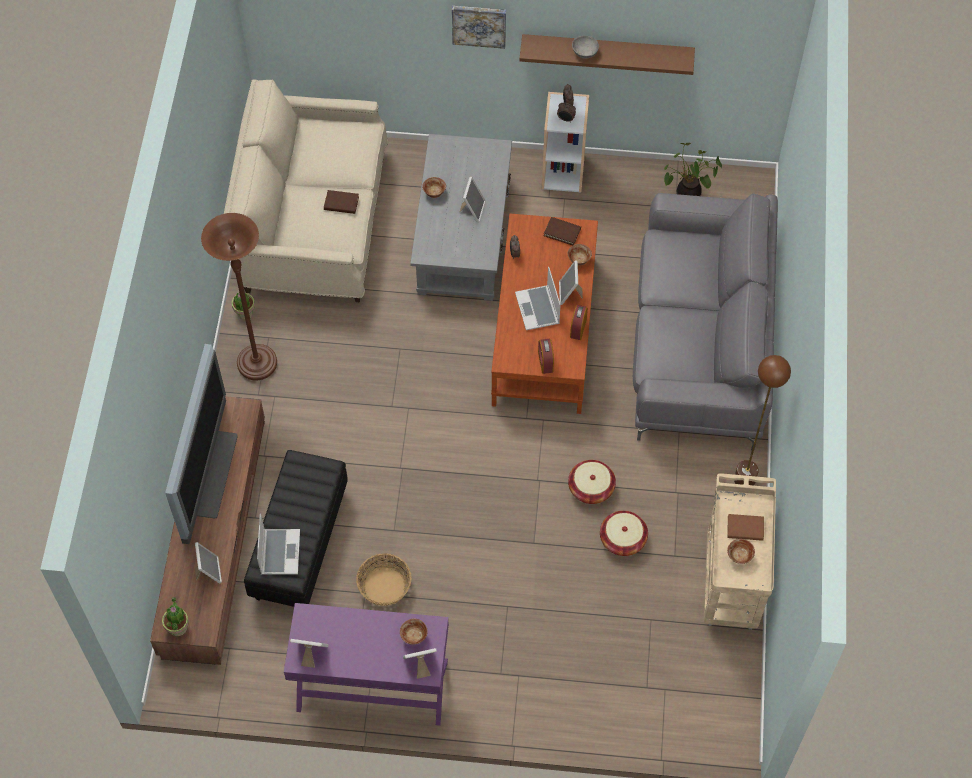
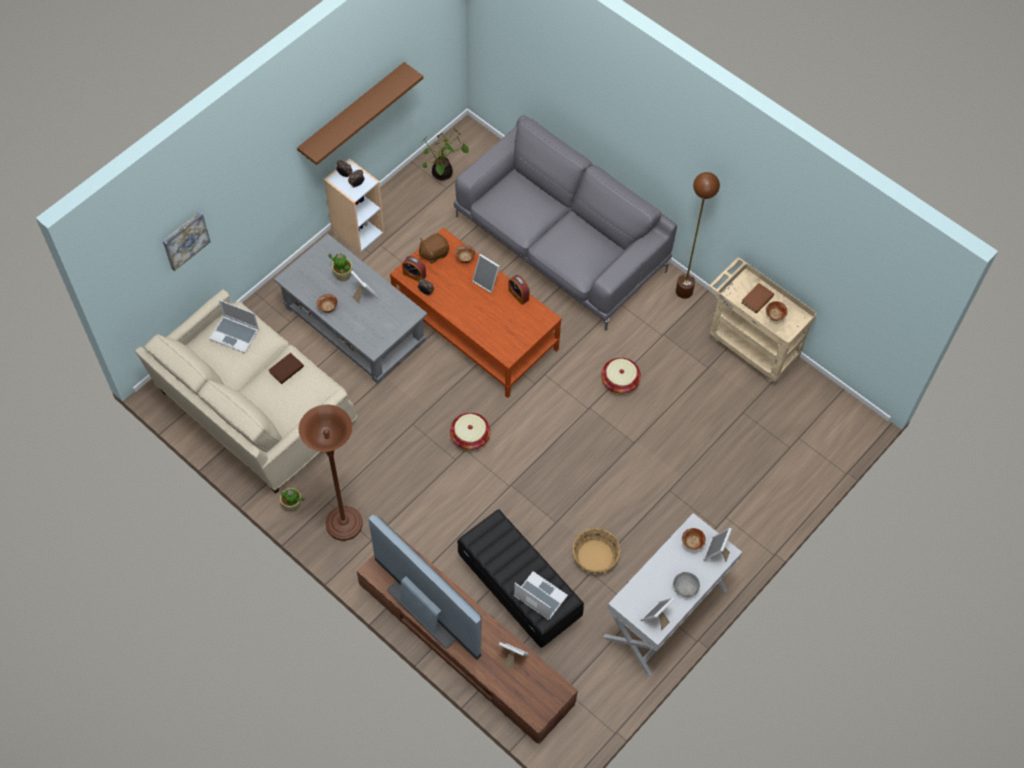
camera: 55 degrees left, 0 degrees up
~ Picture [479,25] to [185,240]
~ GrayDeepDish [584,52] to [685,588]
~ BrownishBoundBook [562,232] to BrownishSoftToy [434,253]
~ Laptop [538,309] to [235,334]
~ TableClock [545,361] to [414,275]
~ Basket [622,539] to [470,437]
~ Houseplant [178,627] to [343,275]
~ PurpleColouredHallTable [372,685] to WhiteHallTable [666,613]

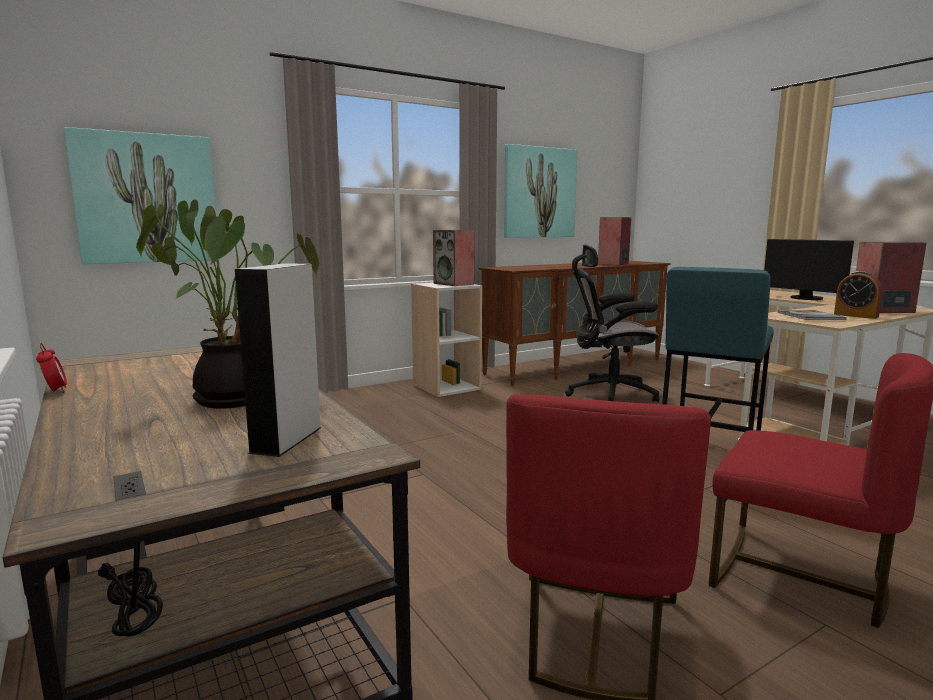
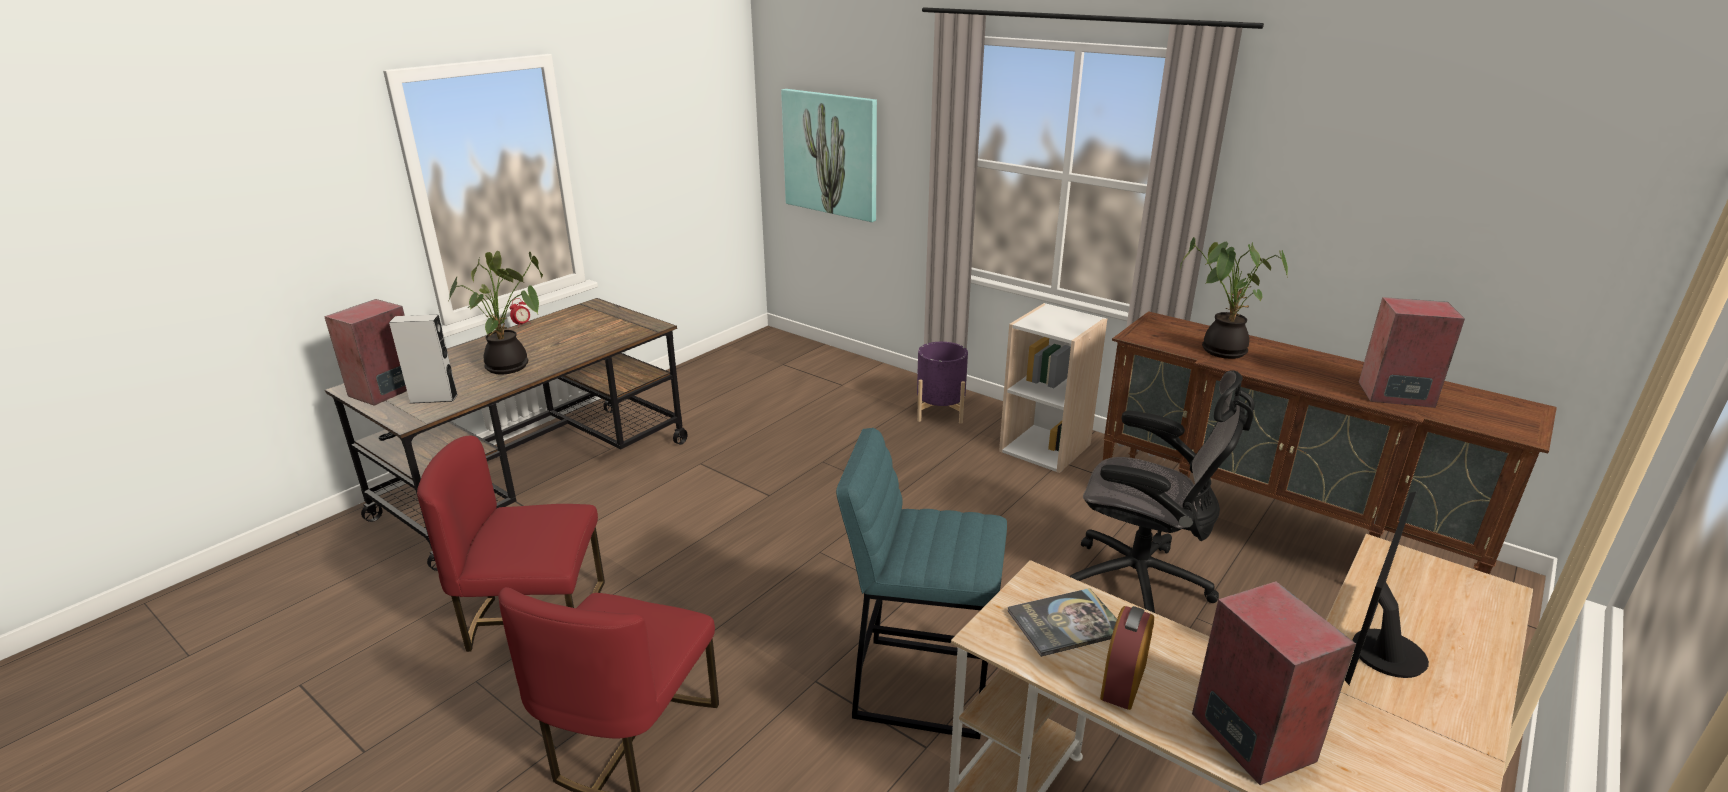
camera: 70 degrees right, 15 degrees up
- Picture [539,193]
~ Speaker [454,284] to [385,390]
~ OfficeChair [611,395] = [1138,582] 135 degrees clockwise
+ Houseplant [1221,349]
+ PurpleColouredPlanter [940,412]

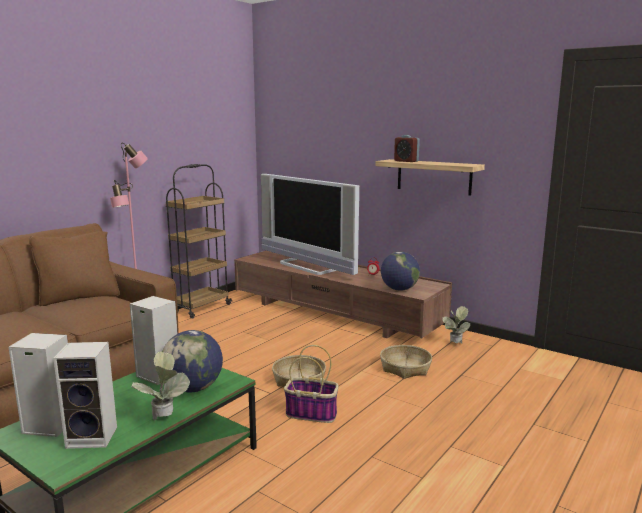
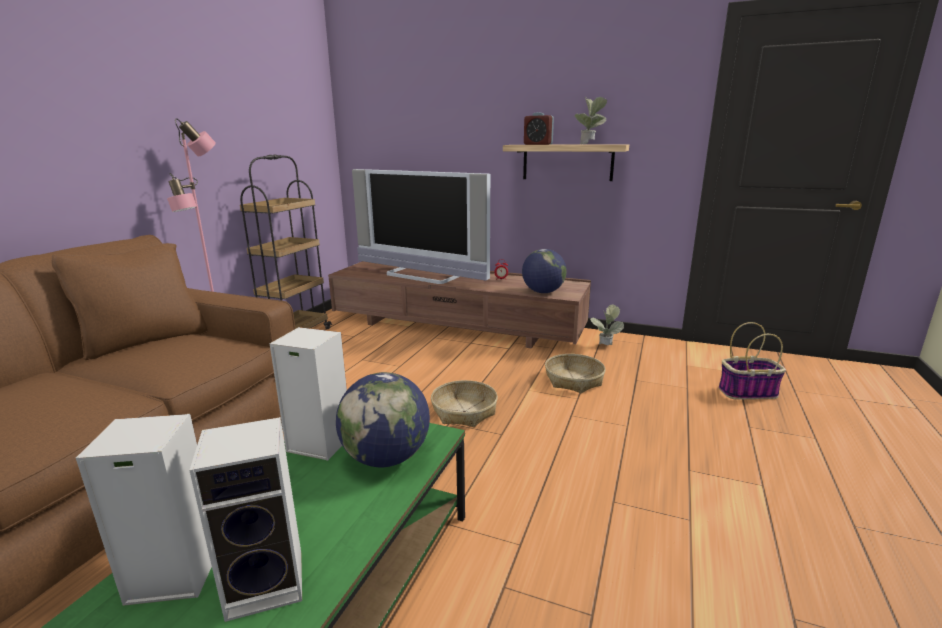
camera: 15 degrees left, 5 degrees up
~ Basket [312,413] to [748,392]
~ Houseplant [164,420] to [590,144]

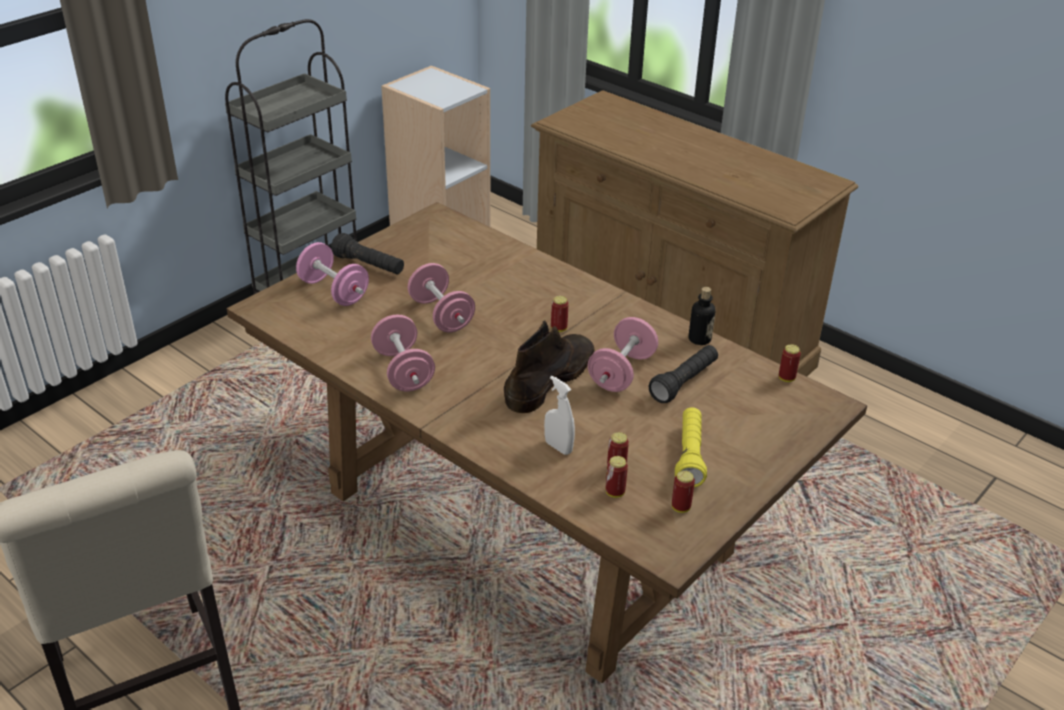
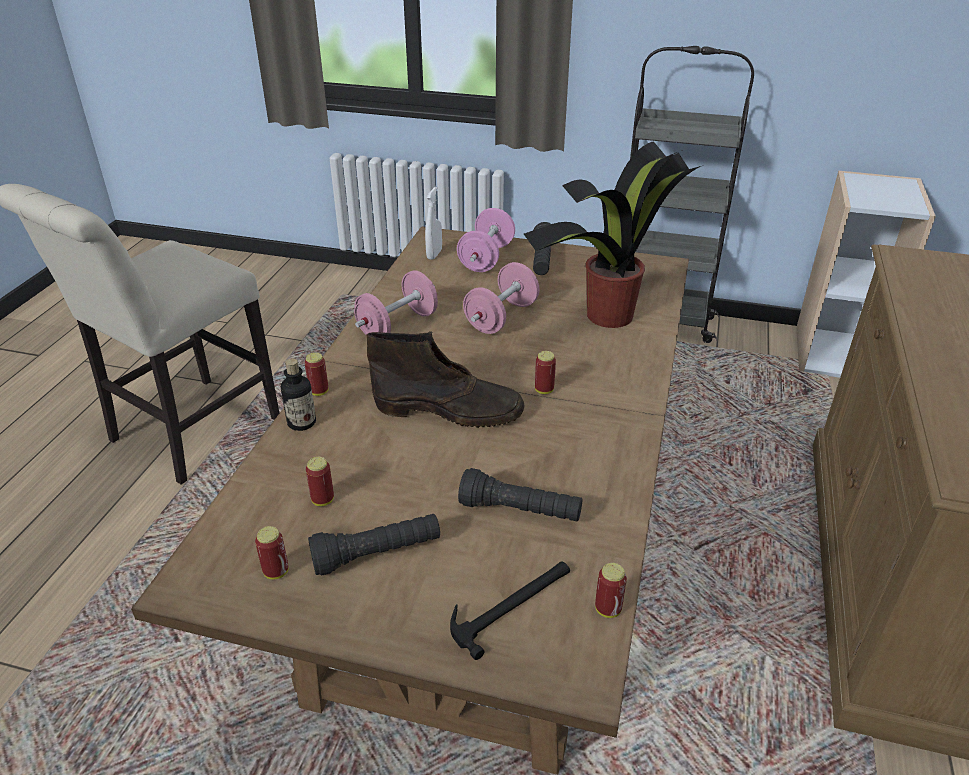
camera: 65 degrees right, 0 degrees up
~ BeverageBottle [699,339] to [301,422]
- PinkDumbbell [621,372]
~ WhiteSprayer [558,447] to [434,254]
~ YellowishHandTorch [689,456] to BlackColouredHandTorch [377,554]
~ Can [615,493] to [319,391]
+ Houseplant [607,316]
+ HandHammer [512,604]

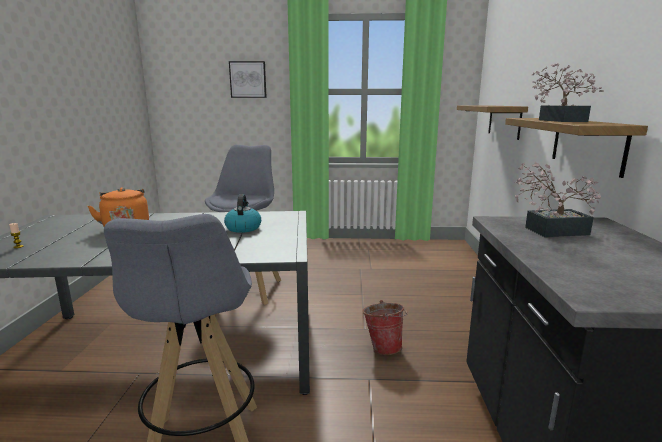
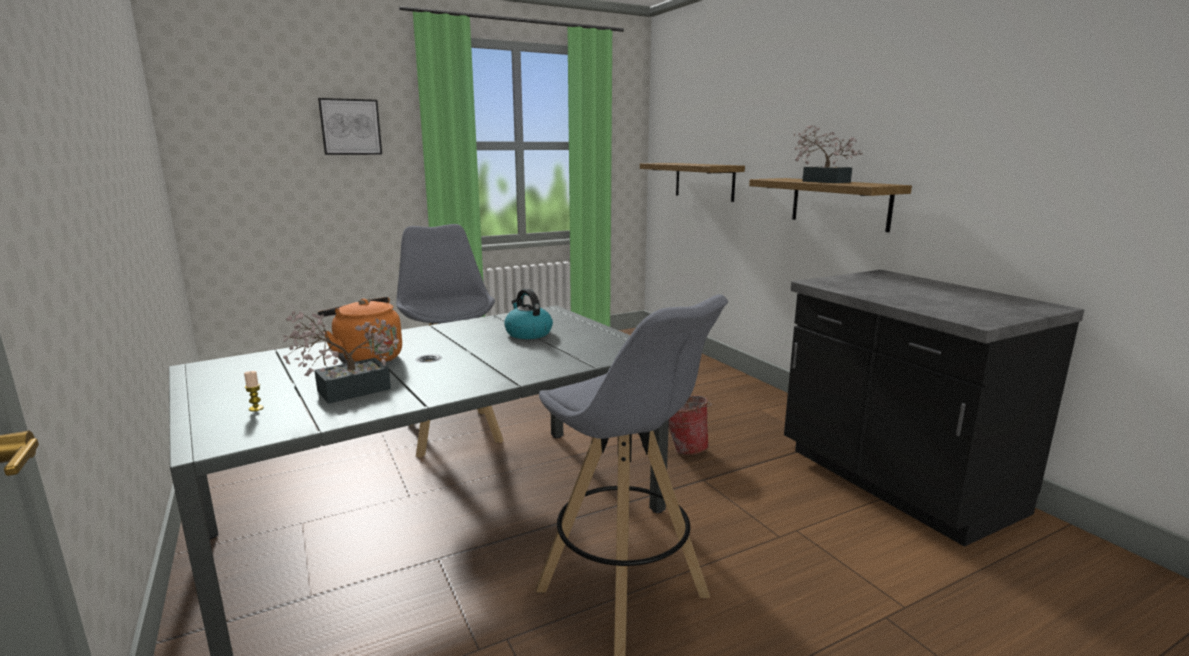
camera: 30 degrees left, 0 degrees up
~ Houseplant [550,231] to [345,391]

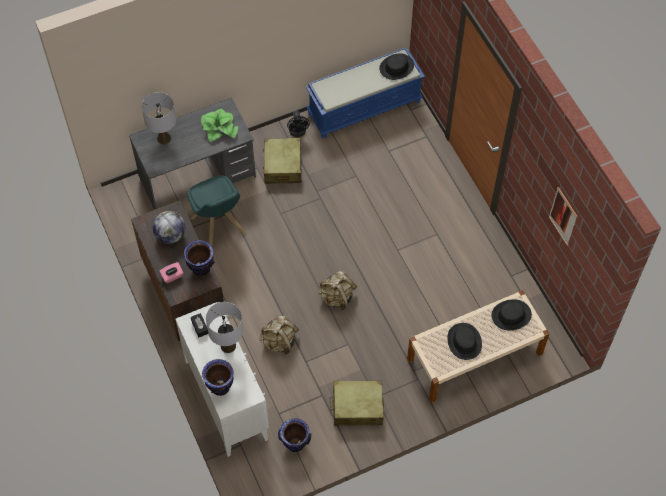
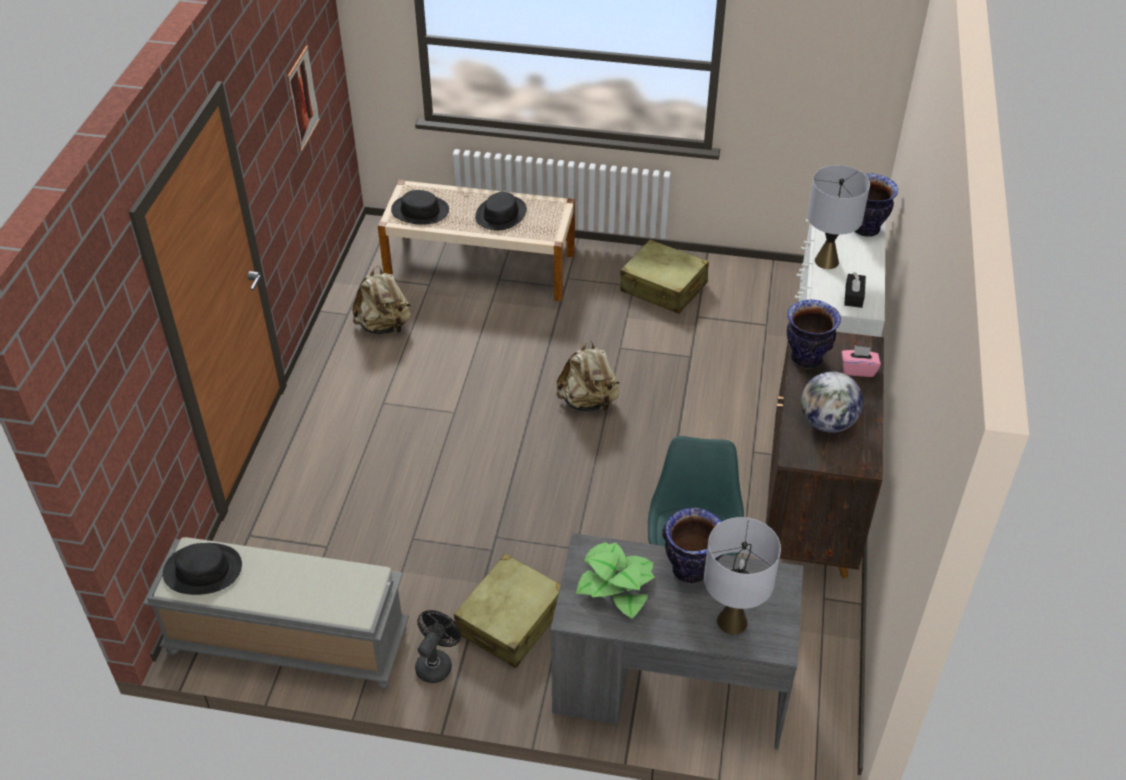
camera: 145 degrees left, 15 degrees down
~ BluishBench [364,106] to GrayBench [286,642]
~ BeigeColouredBackpack [279,341] to [384,326]
~ Vase [295,443] to [689,571]

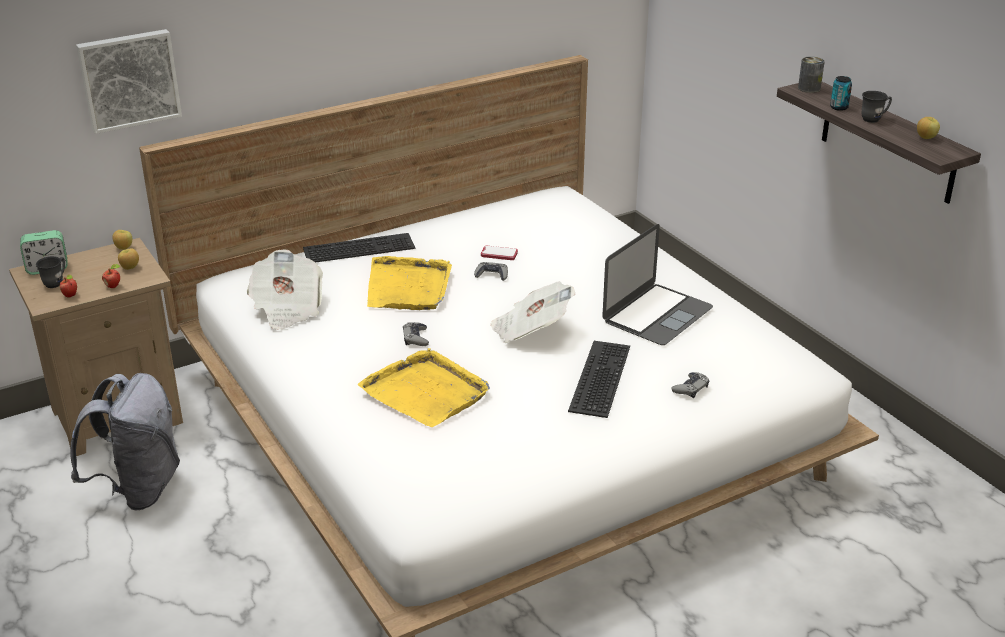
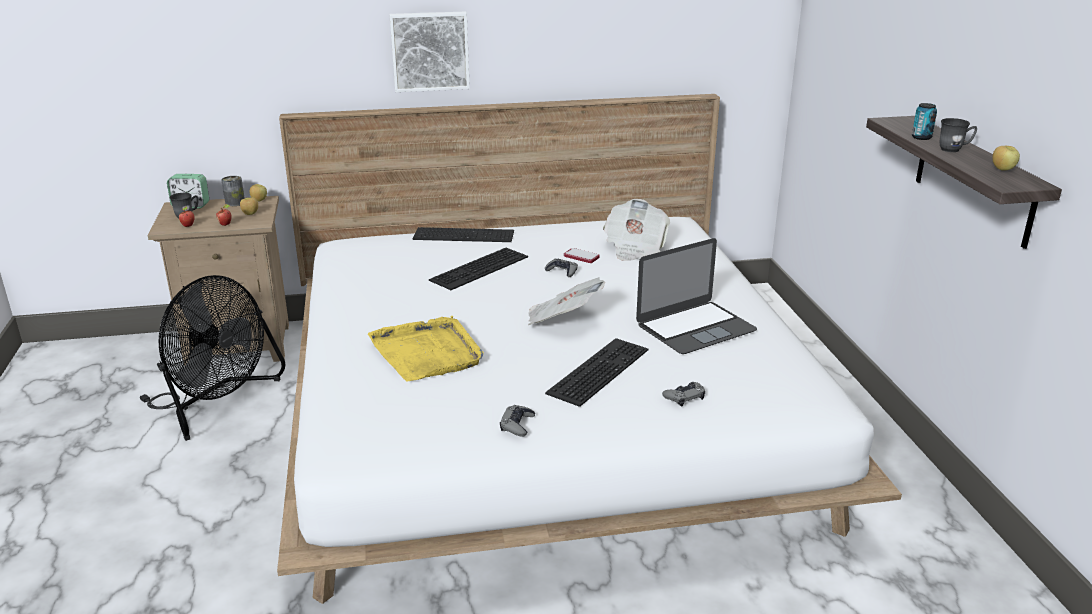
camera: 20 degrees right, 5 degrees down
~ Picture [129,79] to [430,51]
~ Can [809,88] to [235,203]
~ DailyPaper [287,308] to [634,248]
~ YellowishTray [408,287] to Keyboard [480,269]
~ GrayJoypad [415,338] to [517,424]
~ GrayBackpack [139,489] to BlackColouredFan [212,403]

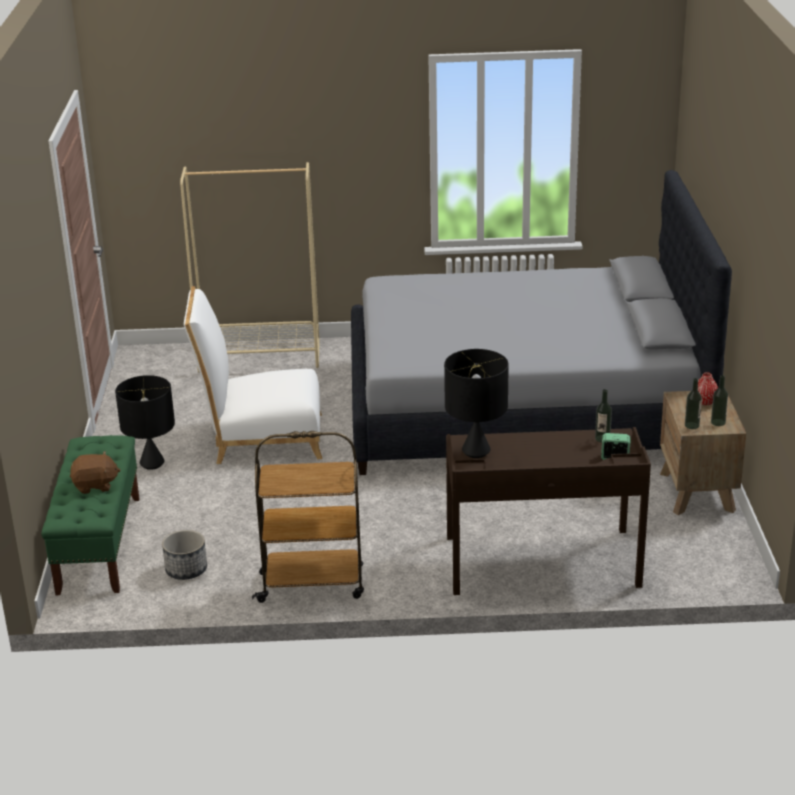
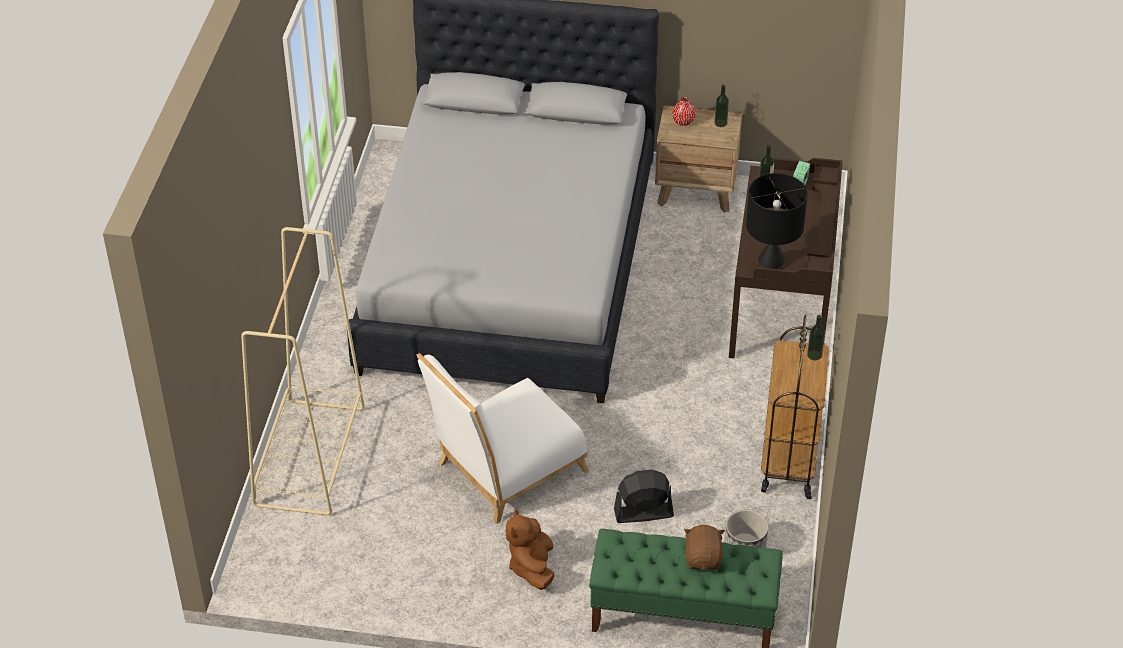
camera: 80 degrees left, 15 degrees up
~ WhiteChair [261,438] = [505,472] 45 degrees clockwise
~ BlackColouredLampForATable [152,464] to BrownishSoftToy [532,567]
~ BeverageBottle [692,425] to [814,355]
+ BlackColouredFan [643,513]

